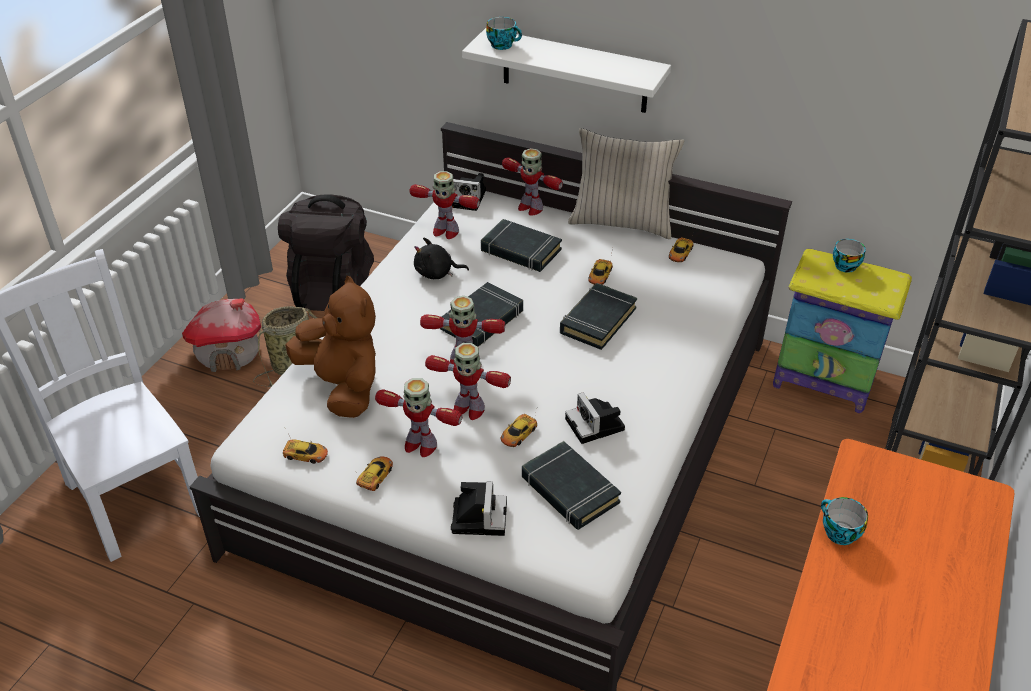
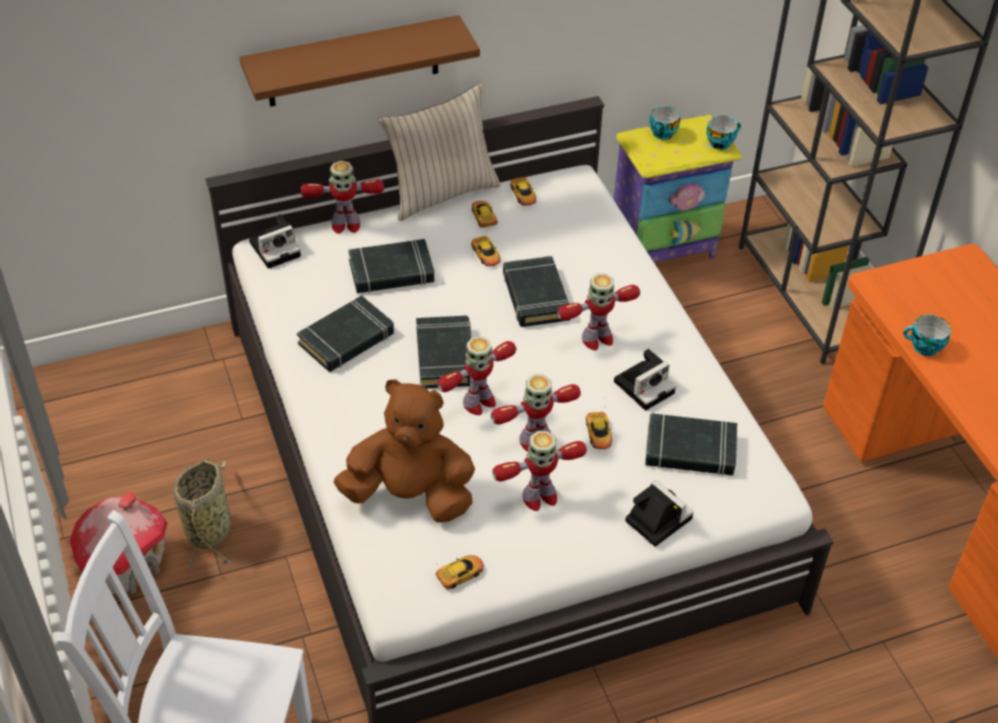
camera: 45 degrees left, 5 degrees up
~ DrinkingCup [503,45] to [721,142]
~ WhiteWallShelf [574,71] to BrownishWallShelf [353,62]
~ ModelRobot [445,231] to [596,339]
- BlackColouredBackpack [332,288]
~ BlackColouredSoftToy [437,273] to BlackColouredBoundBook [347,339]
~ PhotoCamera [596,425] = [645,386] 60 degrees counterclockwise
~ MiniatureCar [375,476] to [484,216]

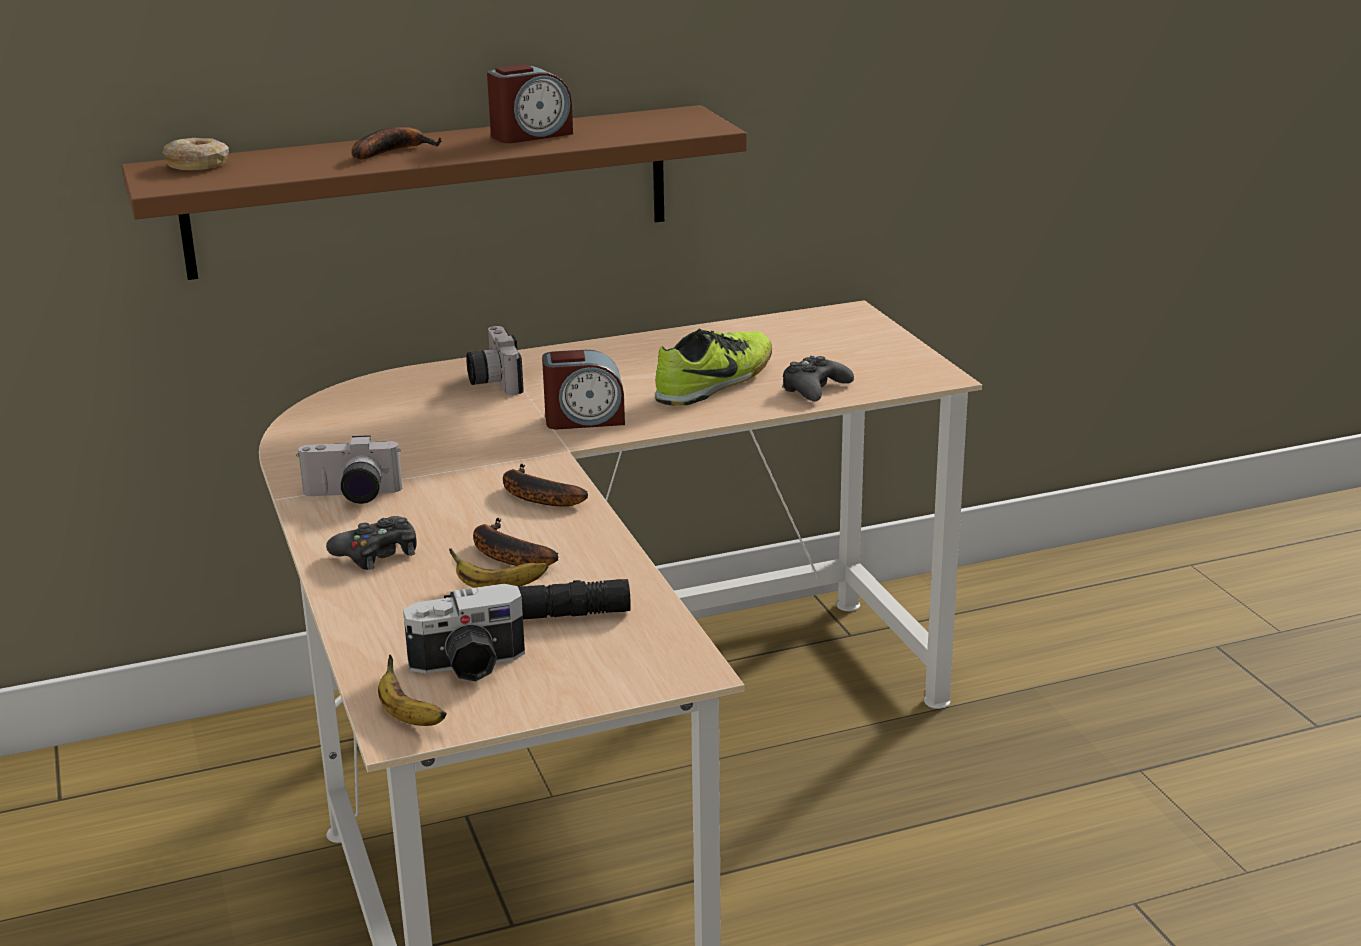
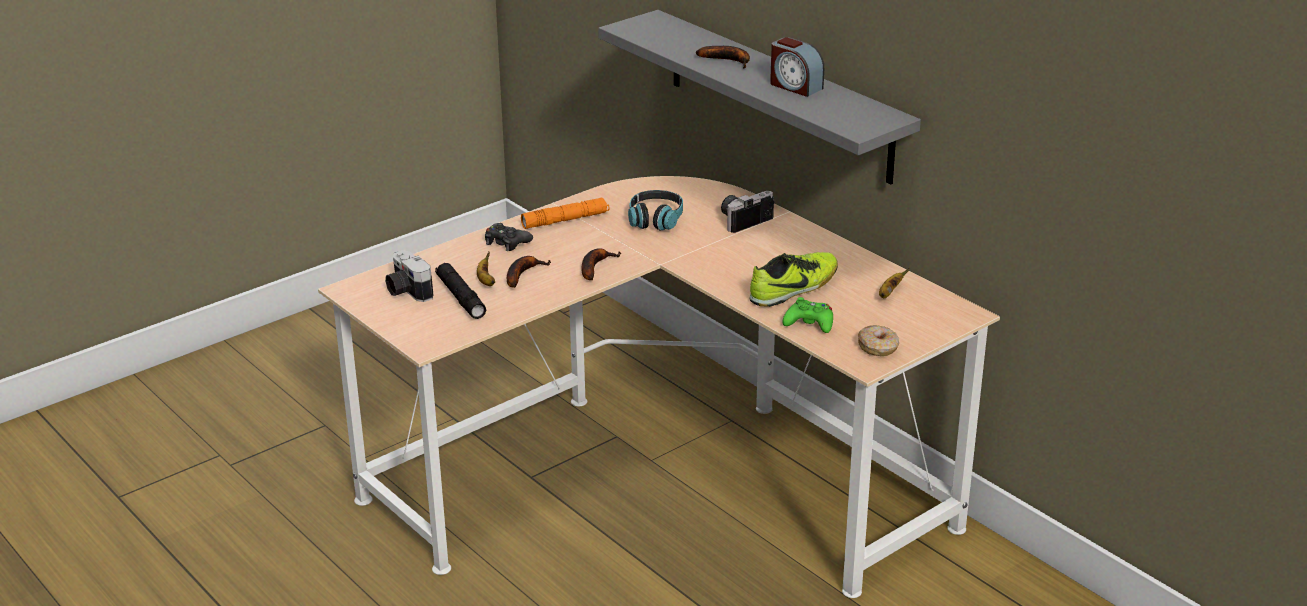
camera: 70 degrees right, 5 degrees up
~ BrownishWallShelf [430,191] to GrayWallShelf [778,95]
~ Donut [198,165] to [878,347]
~ ItemOfFootwear [716,382] = [794,288] 60 degrees counterclockwise
- TableClock [584,419]
~ BlackColouredJoypad [815,389] to GreenJoypad [809,323]
~ PhotoCamera [351,497] to OrangeyHandTorch [565,220]
~ BananaFruit [408,717] to [889,293]
+ PairOfHeadphones [655,219]

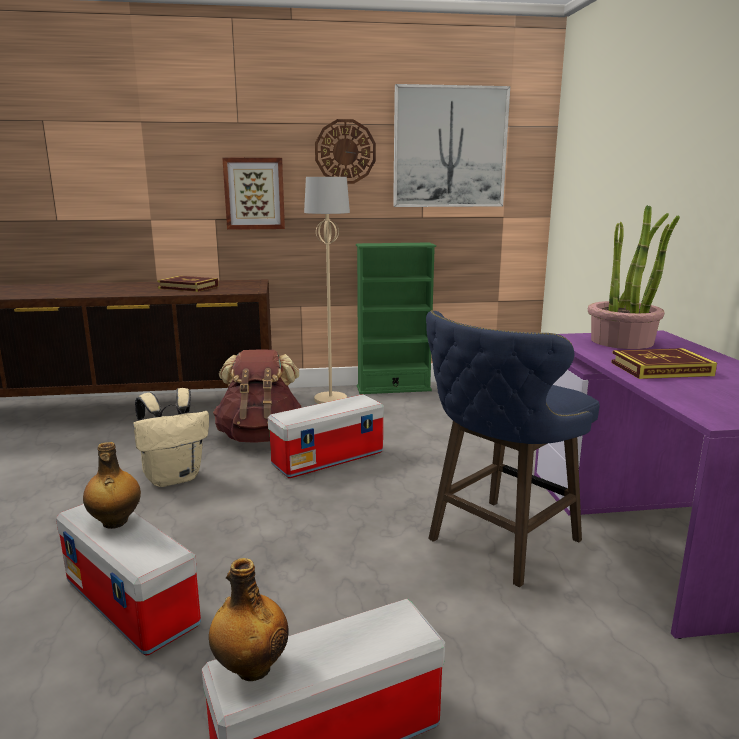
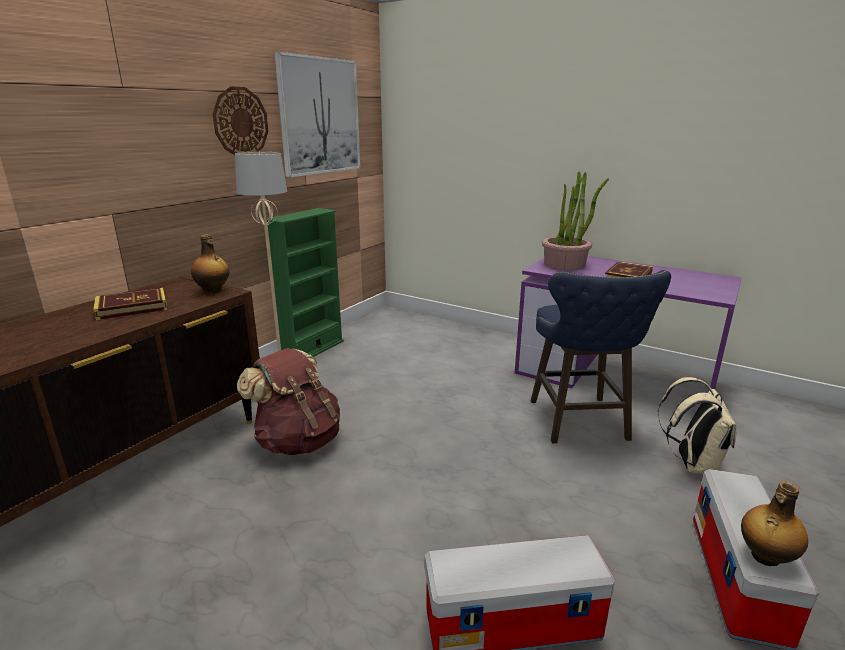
camera: 50 degrees left, 5 degrees up
- Picture [254,193]
~ BeigeColouredBackpack [174,477] to [692,464]
- StorageContainer [329,458]
~ BeverageBottle [115,522] to [213,291]

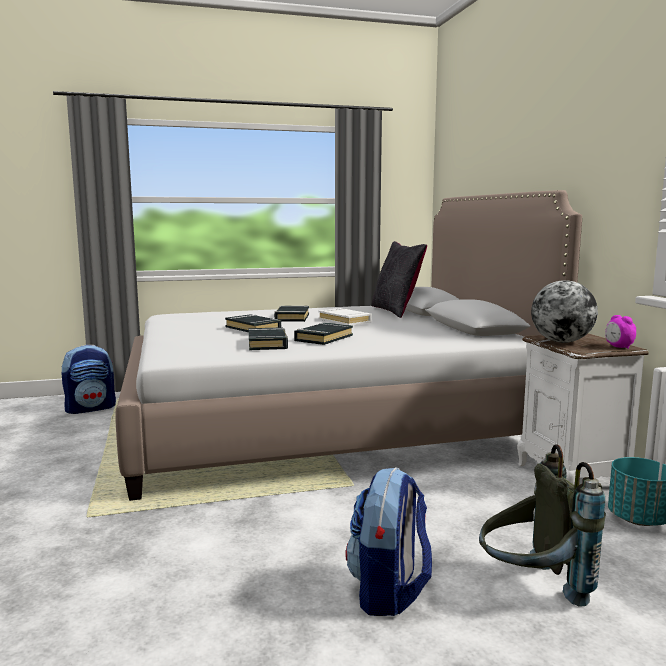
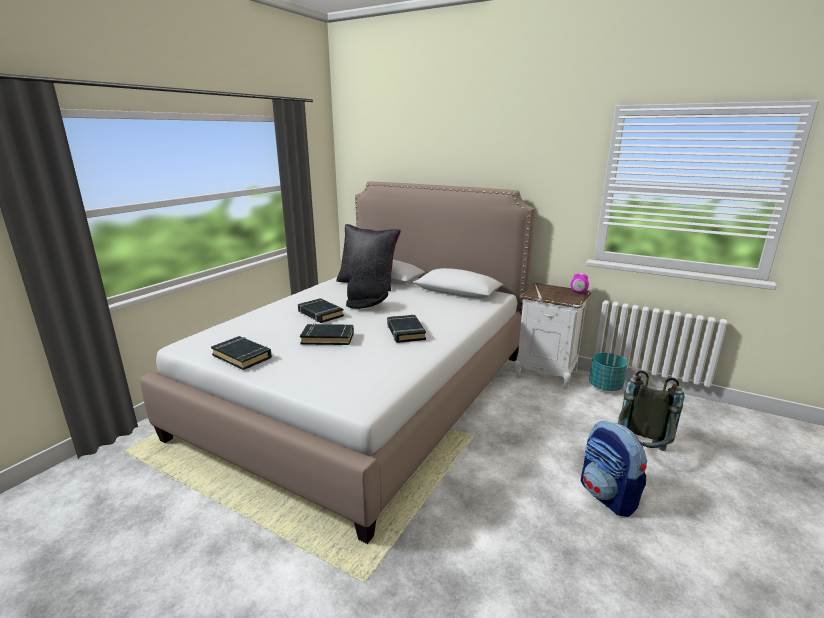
camera: 45 degrees left, 10 degrees up
- DeskGlobe [561,342]
~ WhiteBoundBook [345,321] to BlackColouredClothingHat [367,306]
~ BlackColouredBoundBook [267,343] to [242,356]
- Backpack [91,408]

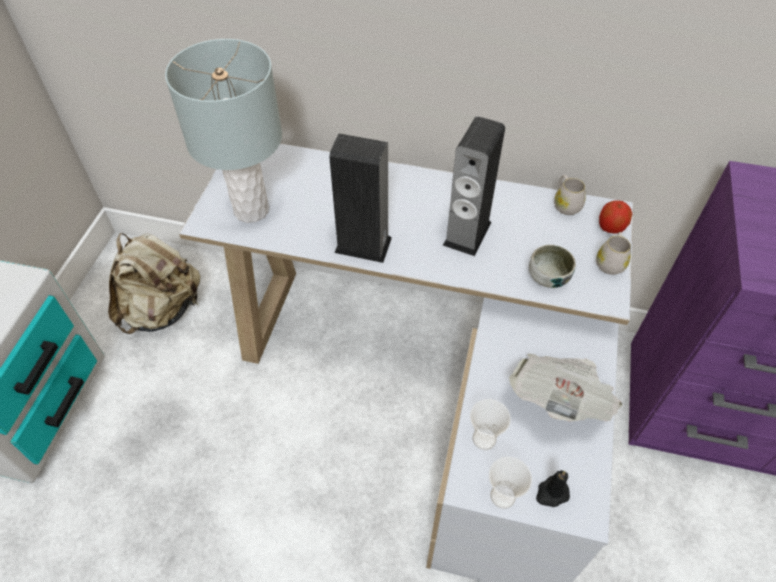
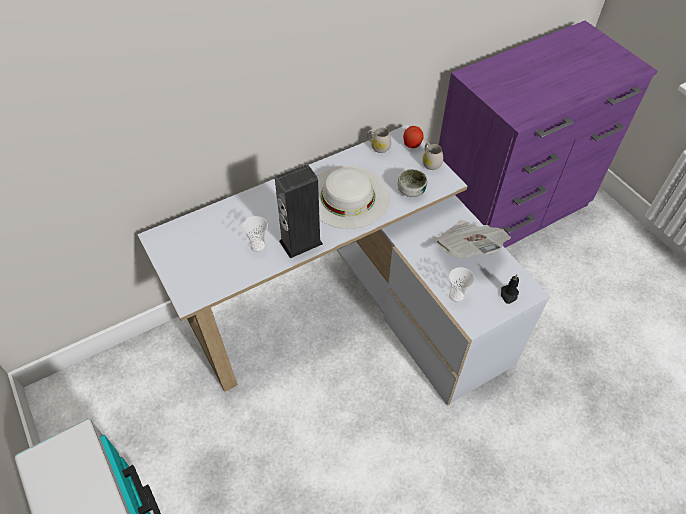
camera: 45 degrees left, 0 degrees up
- GrayLampForATable [251,210]
~ Speaker [467,233] to WhiteClothingHat [348,196]
- BeigeColouredBackpack [163,310]
~ DrinkingCup [502,496] to [258,246]

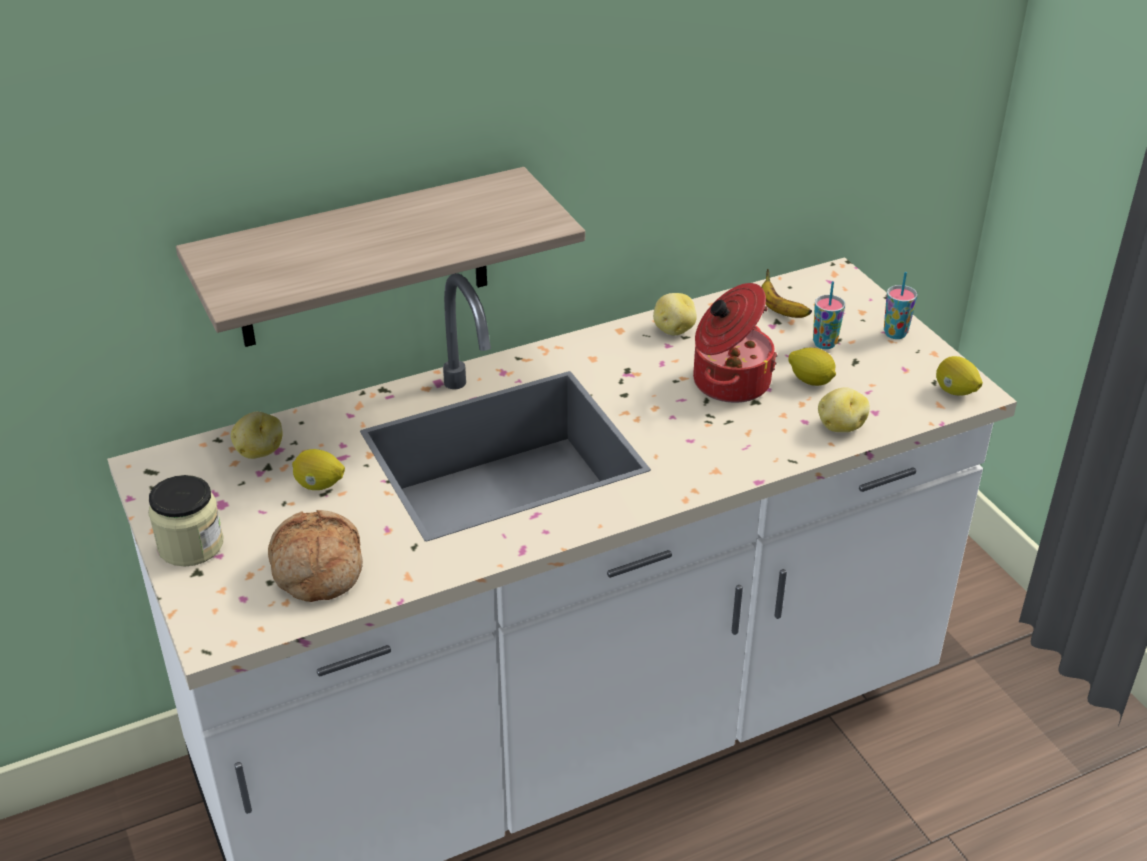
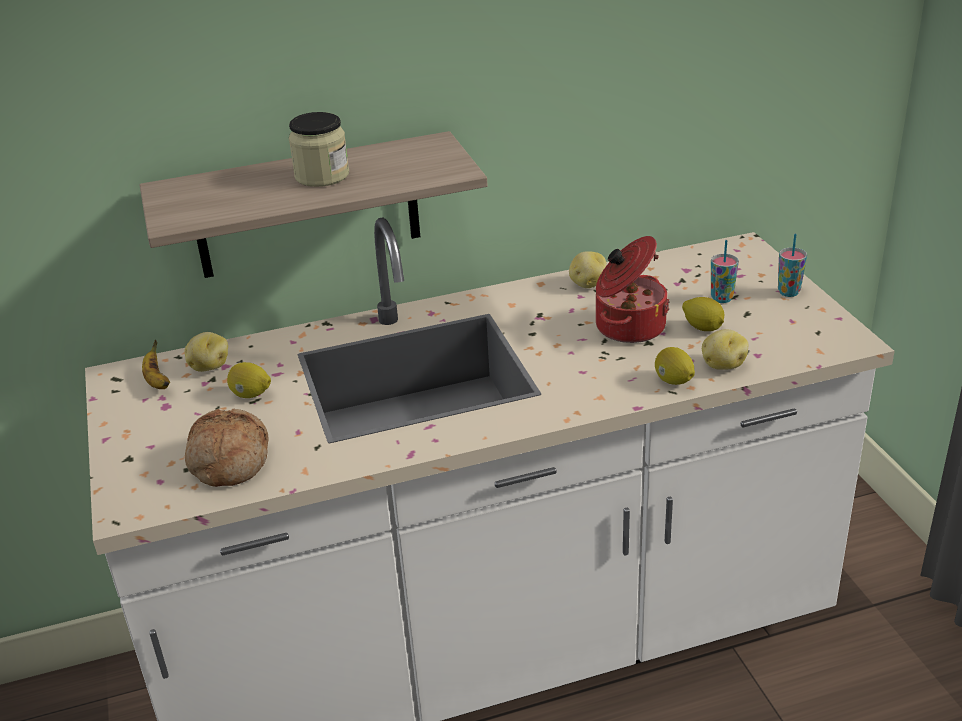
camera: 10 degrees right, 5 degrees down
~ BananaFruit [780,311] to [157,381]
~ Lemon [955,392] to [673,381]
~ Jar [191,545] to [322,176]

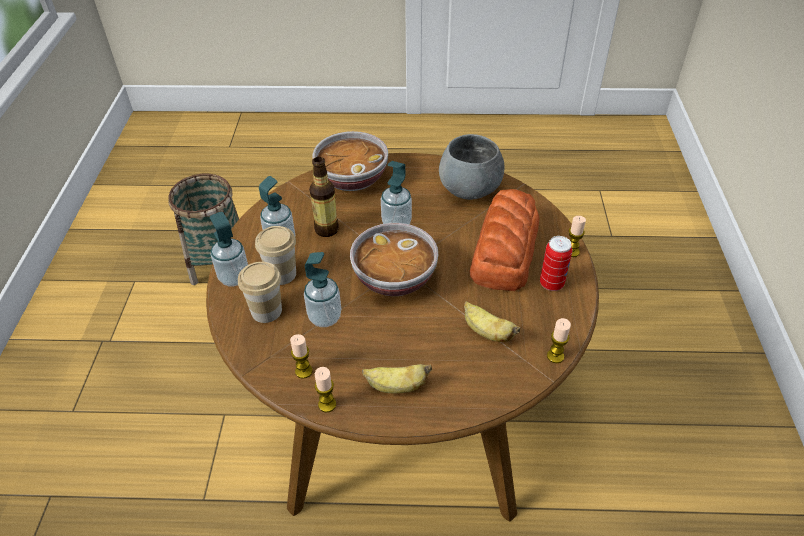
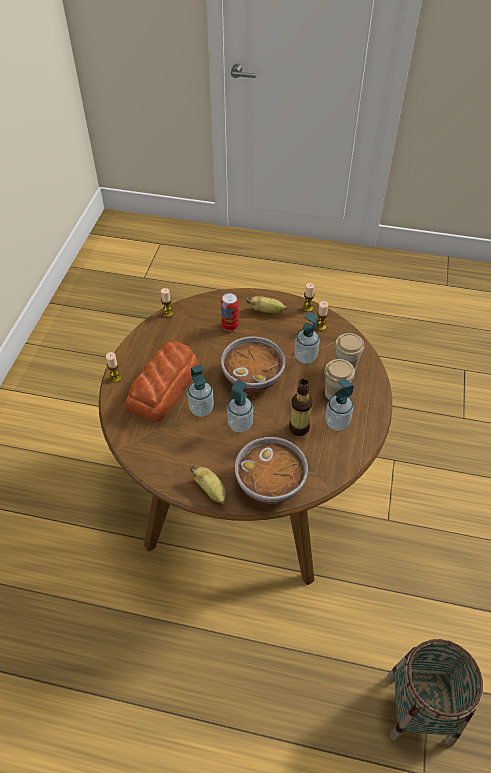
camera: 170 degrees left, 5 degrees up
- GrayDeepDish [470,189]
~ LiquidSoapBottle [234,277] to [201,409]
~ Can [551,284] to [230,326]
~ BananaFruit [486,332] to [211,490]

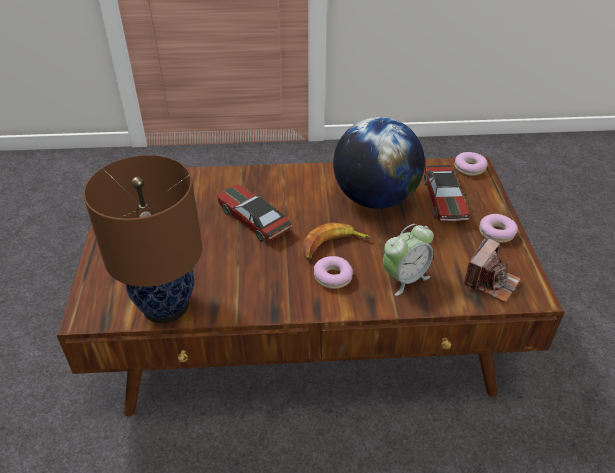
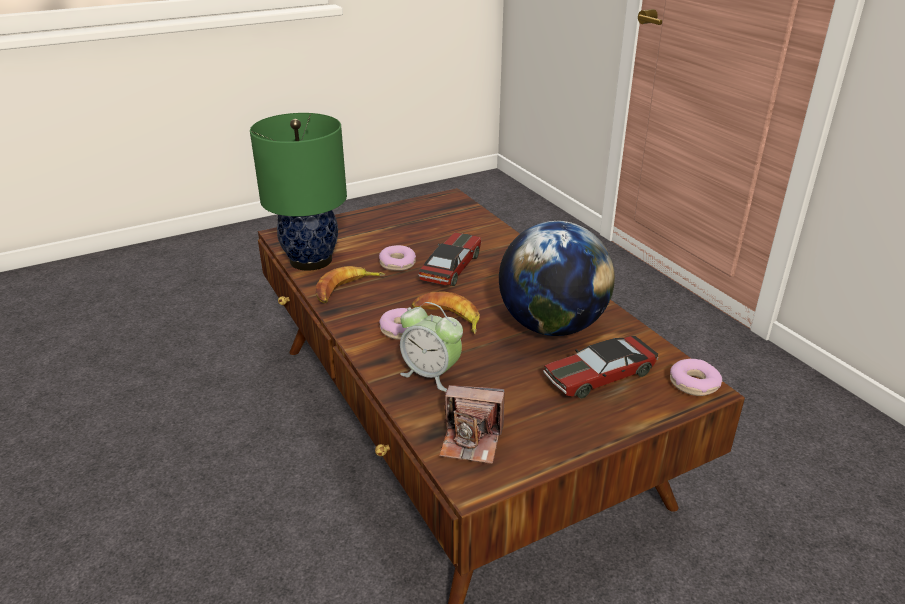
camera: 65 degrees right, 10 degrees down
~ BrownishLampForATable [165,305] to GreenLampForATable [310,260]
~ Donut [497,233] to [397,264]
+ BananaFruit [347,289]

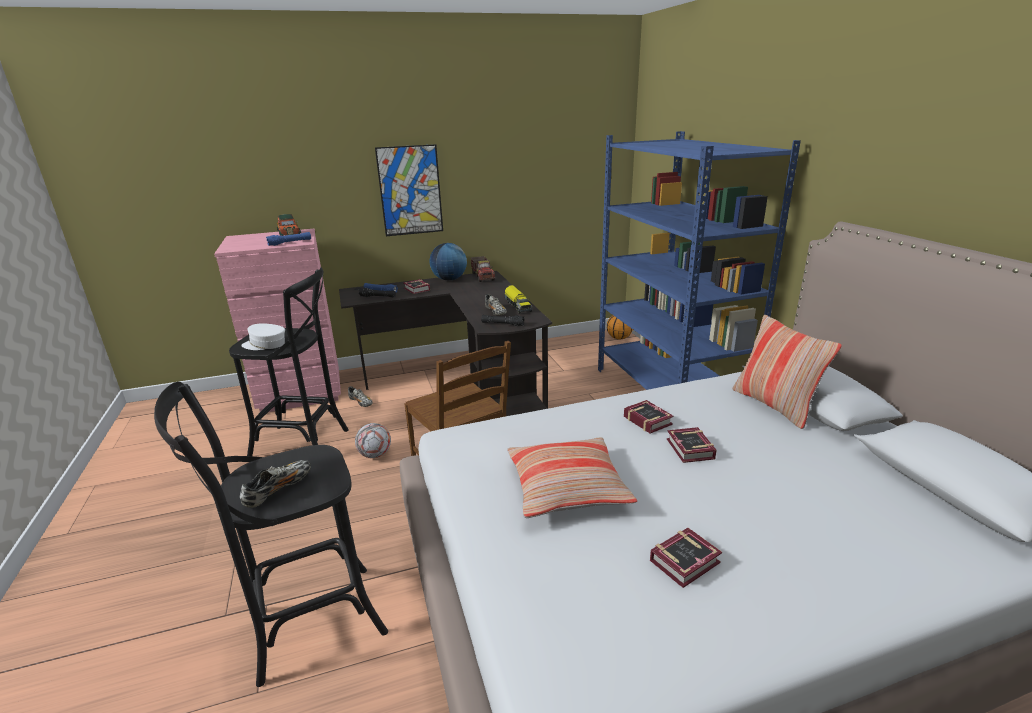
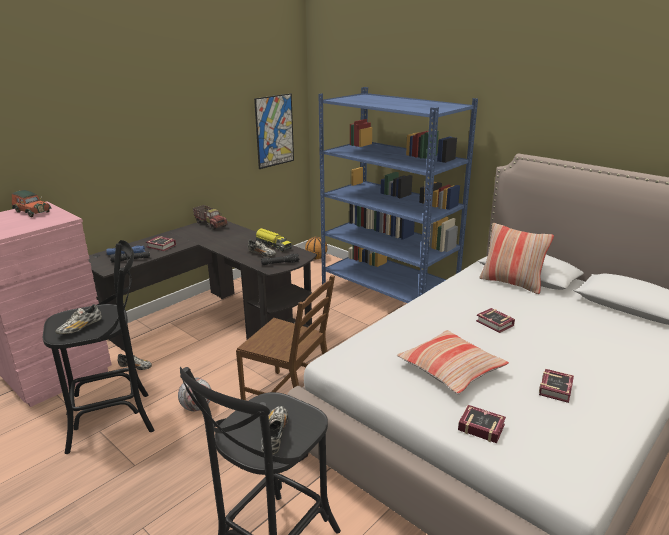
camera: 30 degrees left, 0 degrees up
~ Picture [410,191] to [274,131]
- BluishHandTorch [290,243]
- DeskGlobe [449,279]
~ WhiteCap [265,344] to ItemOfFootwear [80,328]
~ BoundBook [647,419] to [479,426]

